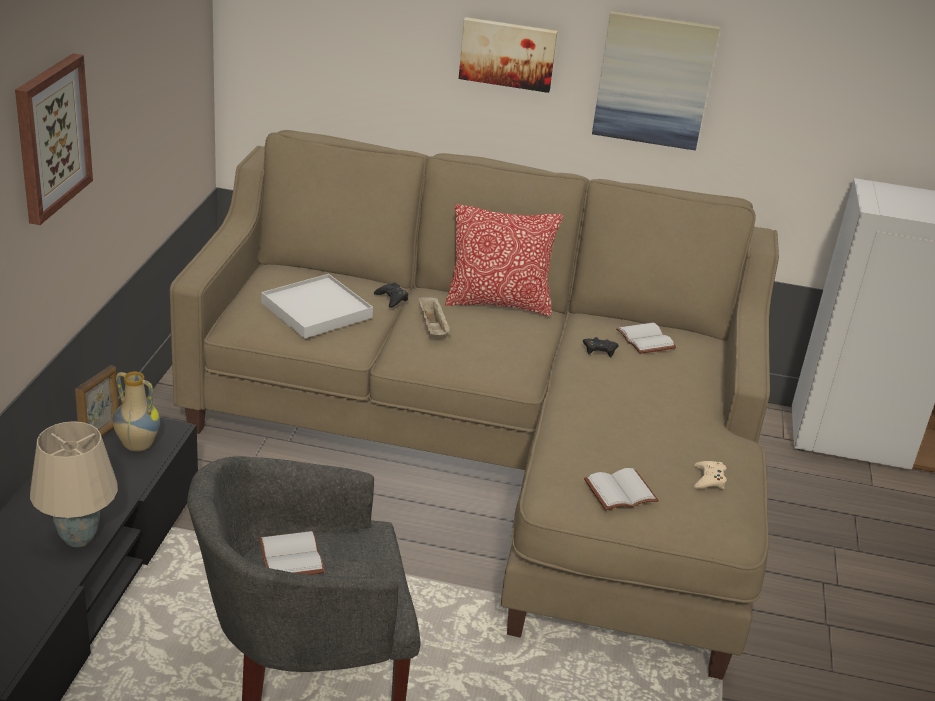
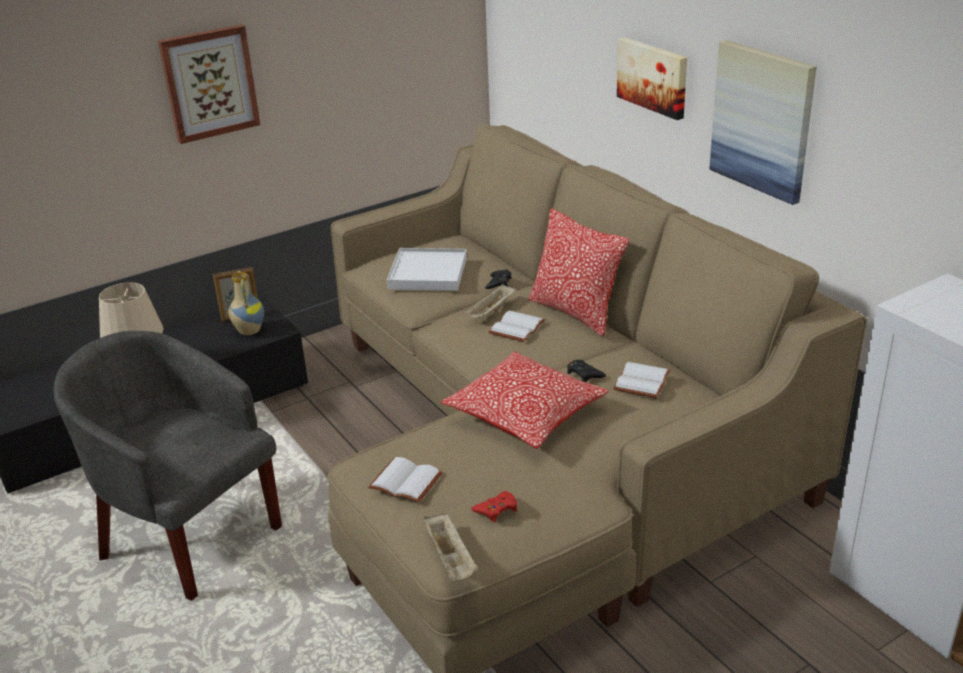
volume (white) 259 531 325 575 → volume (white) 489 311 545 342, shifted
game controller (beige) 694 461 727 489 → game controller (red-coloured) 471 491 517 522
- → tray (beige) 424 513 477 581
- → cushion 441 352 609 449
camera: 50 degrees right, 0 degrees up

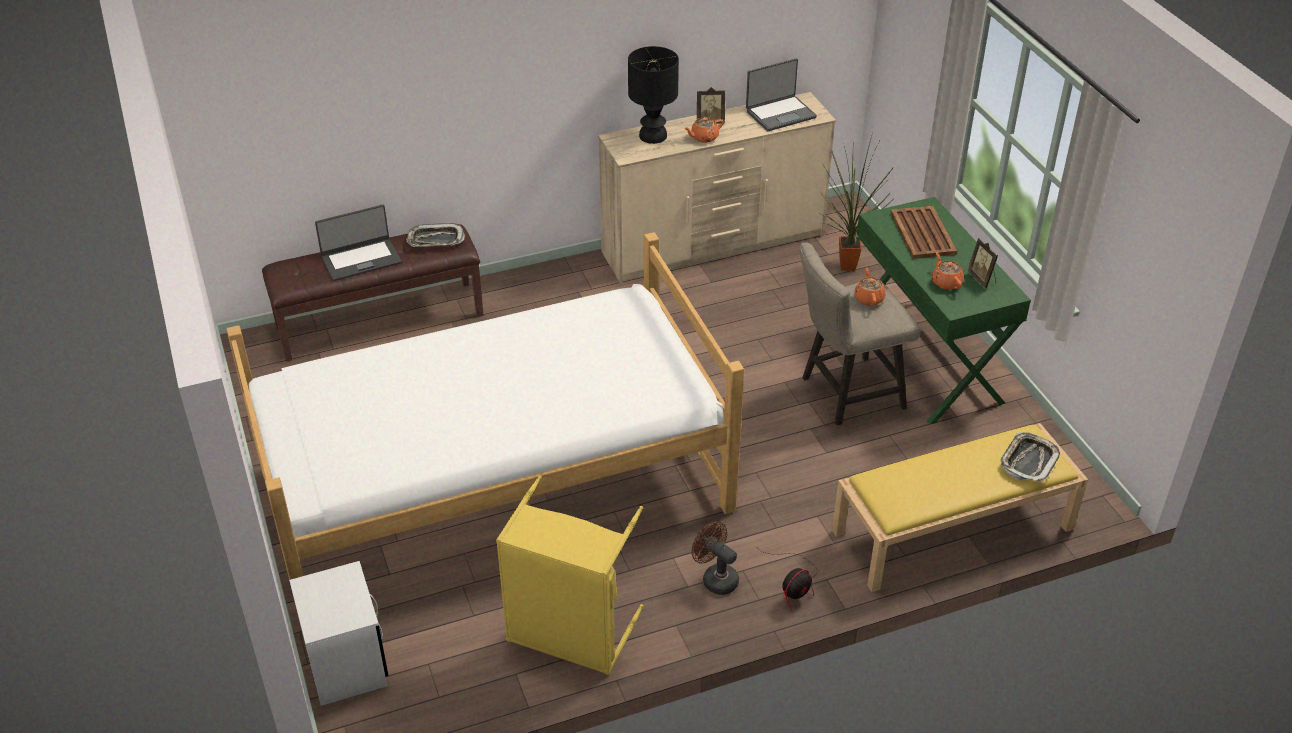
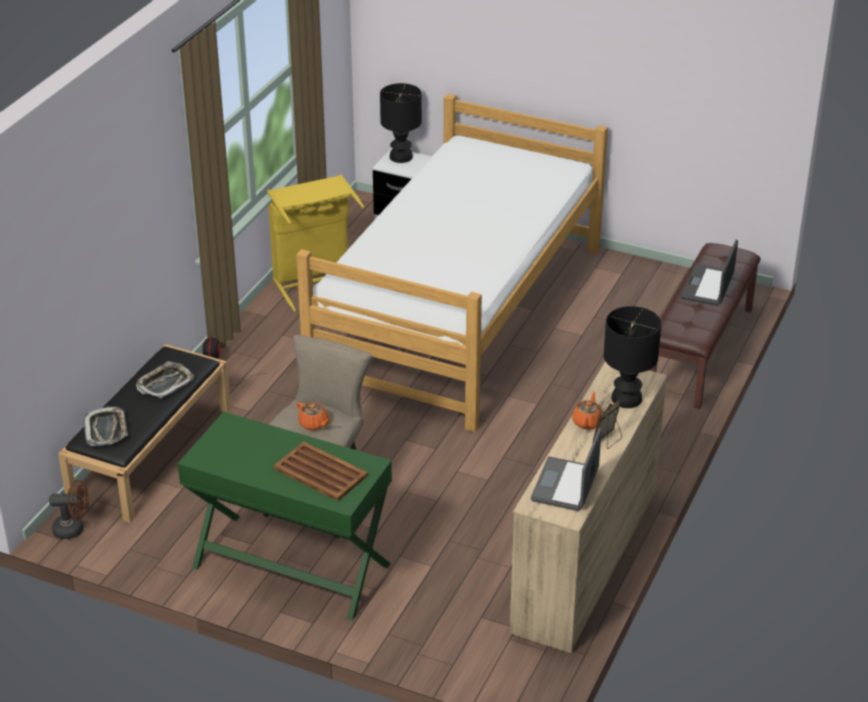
tray 406 223 465 247 → tray 136 361 194 398, shifted
electric fan (brownish) 691 521 739 595 → electric fan (brownish) 49 480 89 539, shifted
potted plant 819 133 894 271 → -
long seat (yellow-coloured) 832 423 1088 592 → long seat (black-coloured) 58 344 231 523
pot for tea (orange-coloured) 932 252 964 290 → -
picture frame 967 238 998 288 → -
- → tabletop lamp (black-coloured) 380 83 422 163
camera: 135 degrees right, 5 degrees down

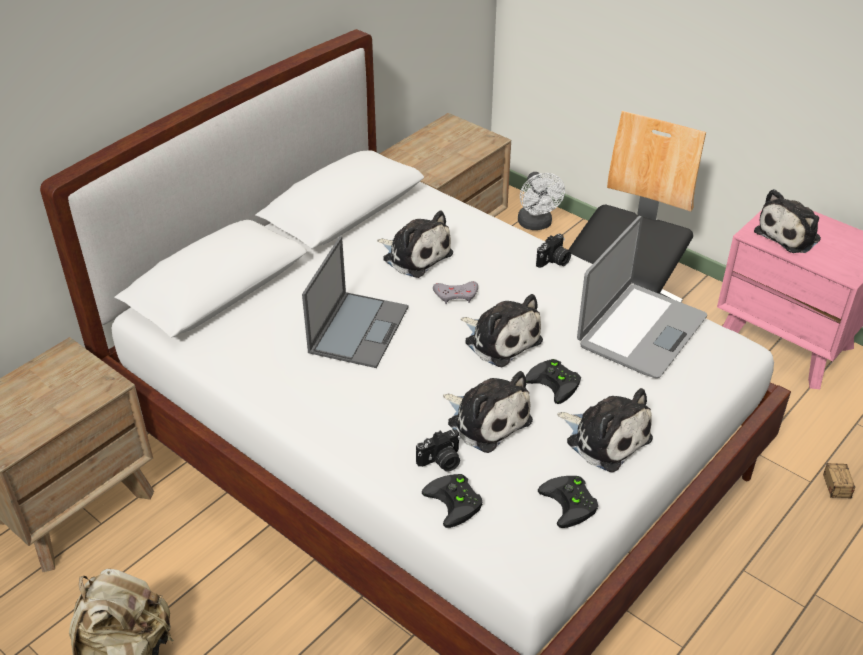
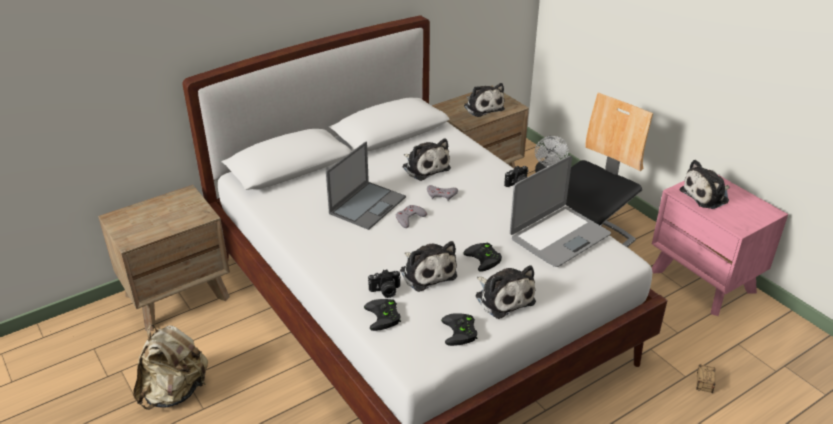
plush toy 461 294 543 367 → plush toy 464 83 505 117, shifted
- → game controller (greyish) 396 205 427 228
camera: 15 degrees right, 5 degrees down

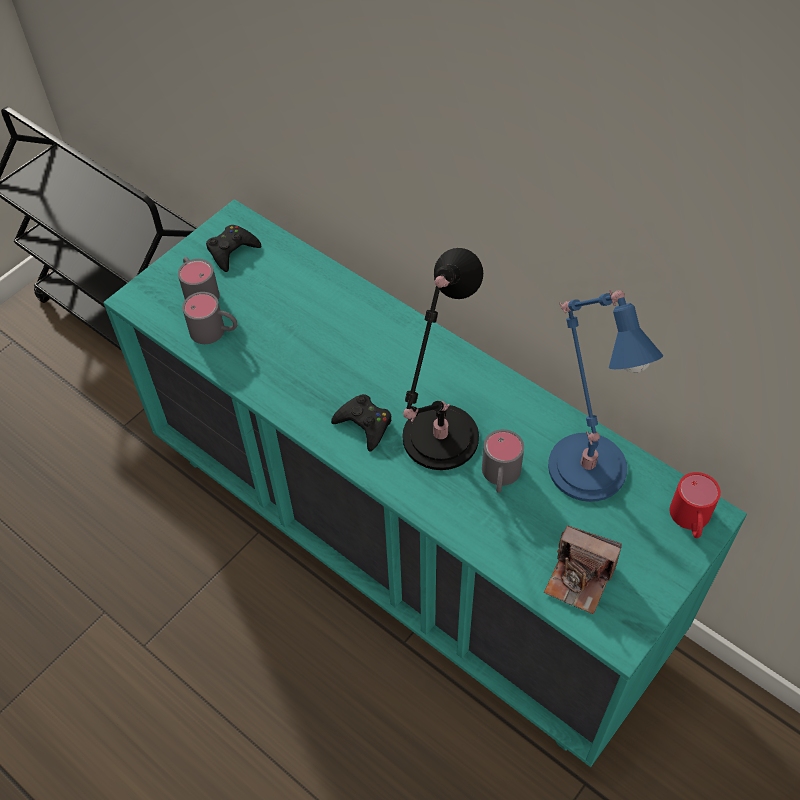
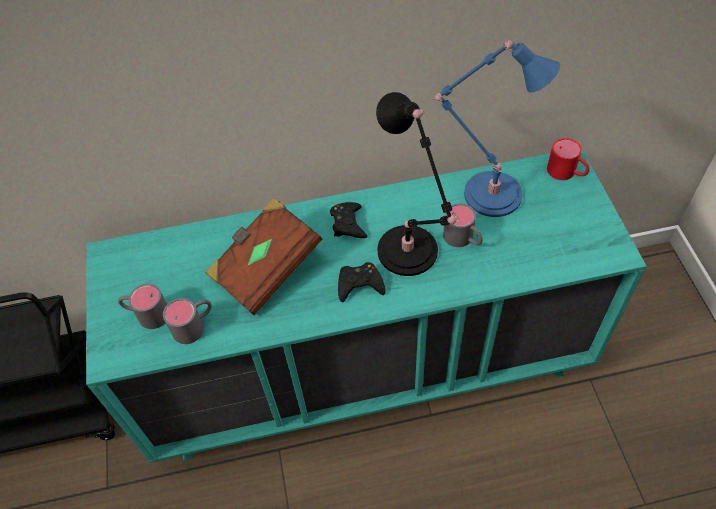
game controller (black-coloured) 206 225 261 272 → game controller (black-coloured) 330 202 367 238, shifted
still camera 544 525 622 614 → -
- → volume (brownish) 205 198 322 315
camera: 50 degrees left, 0 degrees up

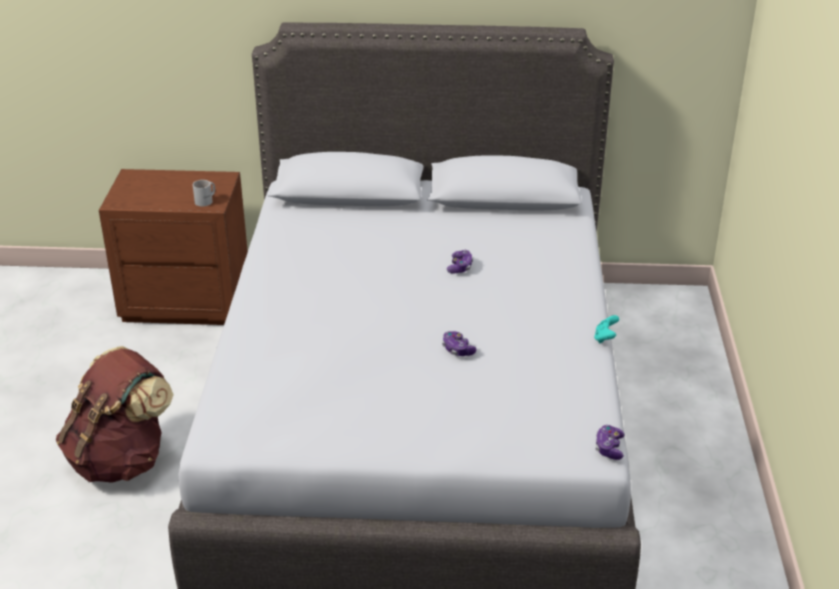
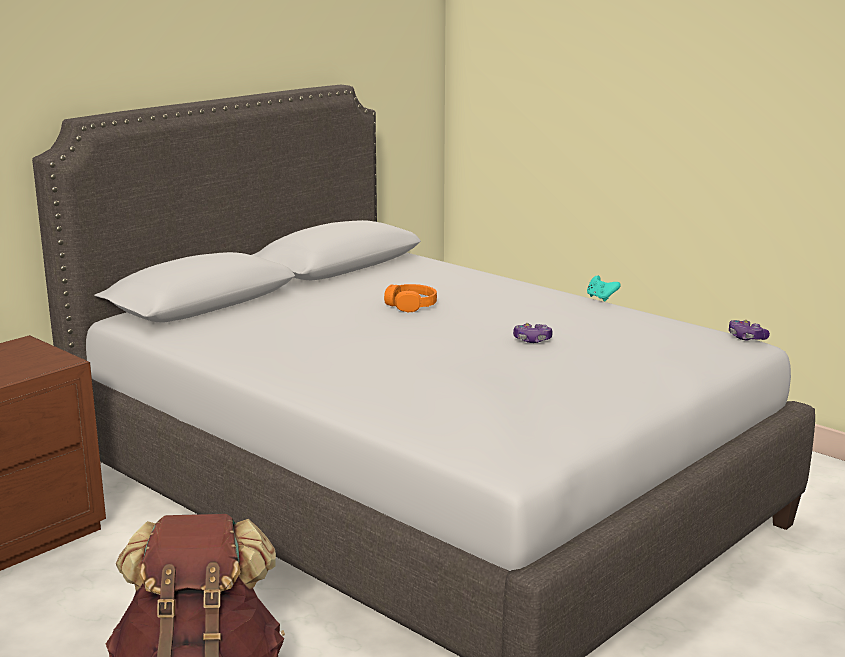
tea mug (white) 193 180 215 207 → -
game controller 447 250 473 274 → headset (orange-coloured) 384 284 437 312
camera: 50 degrees left, 15 degrees down

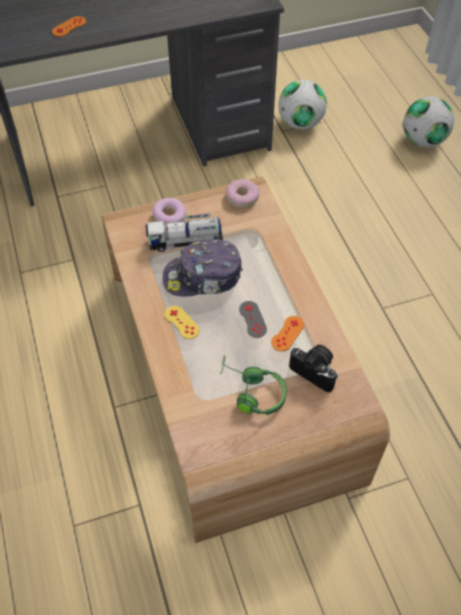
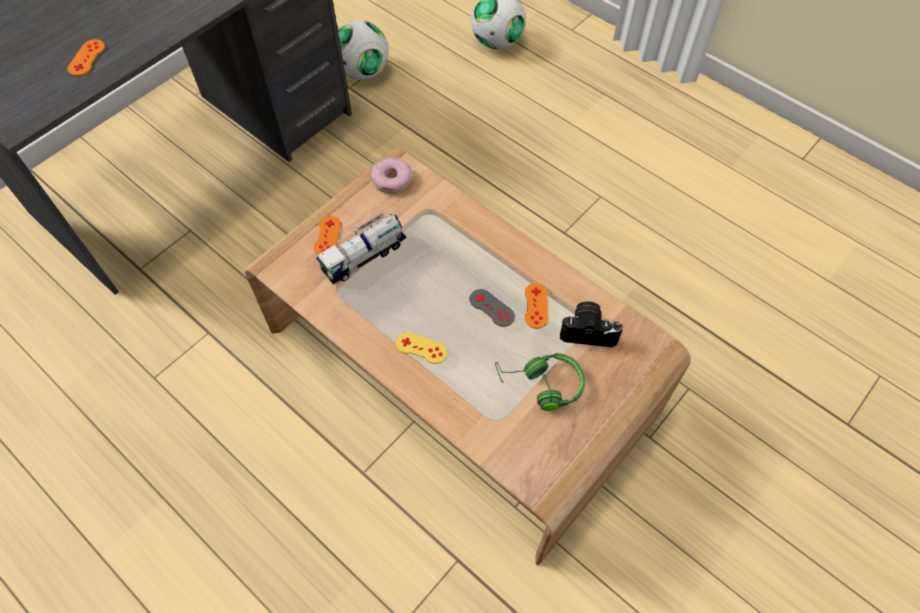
donut 152 198 186 226 → game controller (orange-coloured) 314 216 341 255
baseball cap 163 239 243 297 → -
camera: 30 degrees left, 5 degrees up

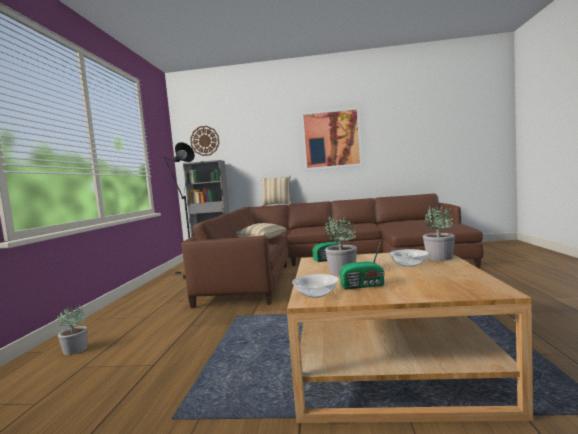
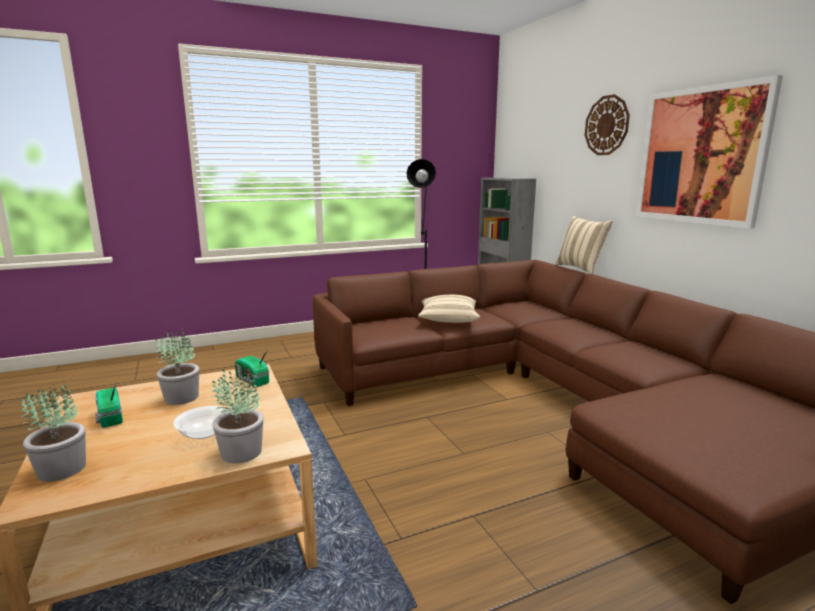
potted plant 57 305 88 355 → potted plant 20 384 86 482, shifted
clock on the wall 190 126 219 156 → clock on the wall 585 94 630 155, shifted
serving bowl 292 274 339 298 → -
camera: 60 degrees right, 10 degrees up

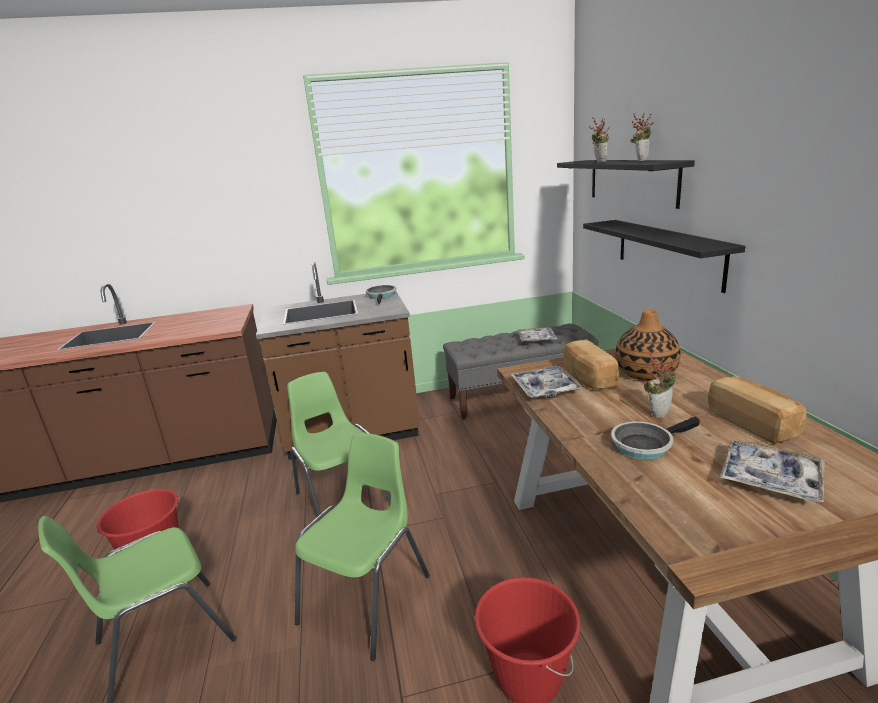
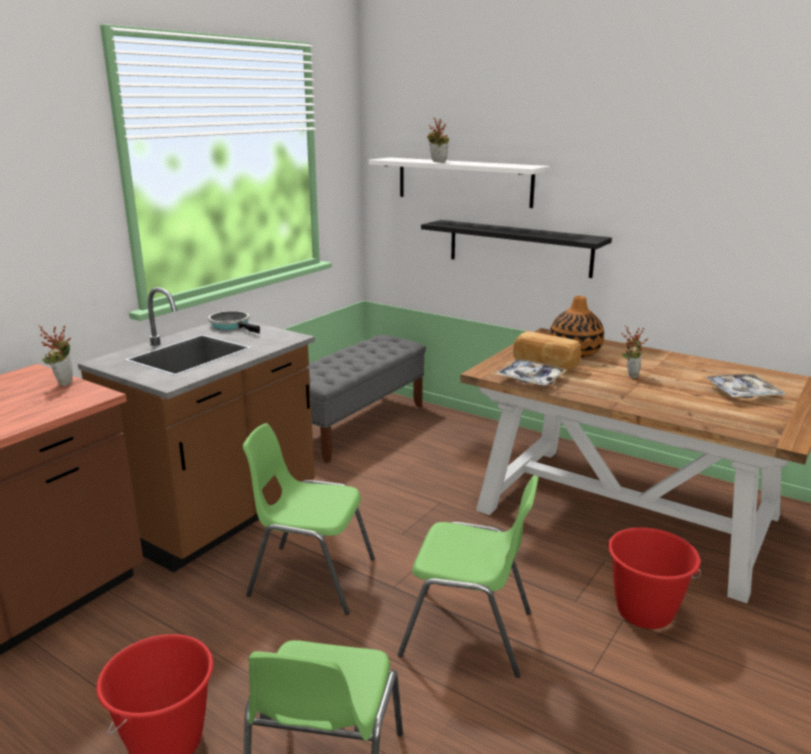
chair (green-coloured) 295 433 430 661 → chair (green-coloured) 397 475 539 678, 120 degrees clockwise
tray 517 327 557 342 → -
bracket shelf (black-coloured) 557 160 695 209 → bracket shelf (white) 368 157 550 208
frying pan 611 417 700 460 → -
potted plant 630 113 654 161 → potted plant 39 325 73 386, shifted
baked bread 708 376 807 444 → -
camera: 45 degrees left, 0 degrees up

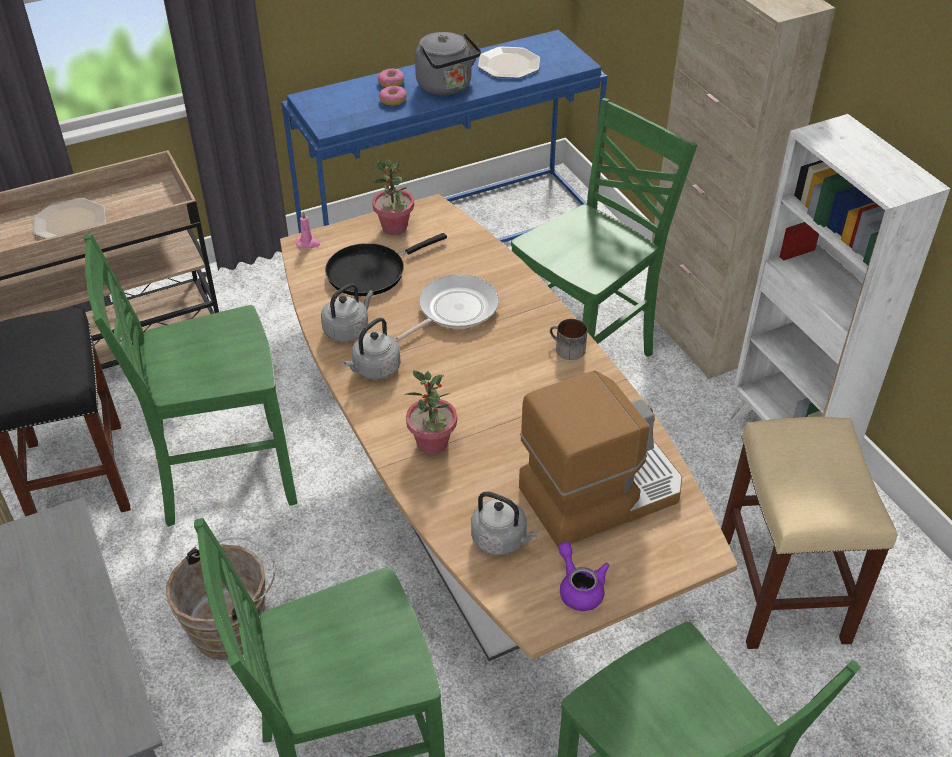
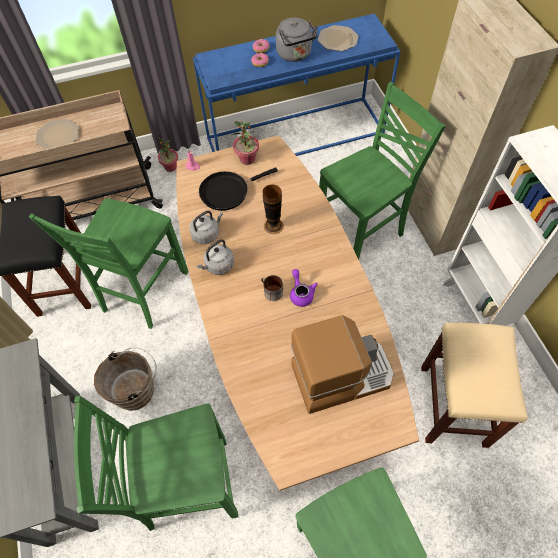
chair (green-coloured) 84 234 297 527 → chair (green-coloured) 29 198 188 329, 60 degrees counterclockwise
frying pan 394 274 499 342 → vase 263 184 284 234
potted plant 404 370 457 455 → potted plant 156 138 178 172, shifted
water kettle (greyish) 471 491 538 555 → -
tea mug 550 319 587 360 → tea mug 261 275 283 301, shifted
pot for tea (purple-coloured) 558 542 609 611 → pot for tea (purple-coloured) 290 269 318 307, shifted
camera: 10 degrees right, 15 degrees up

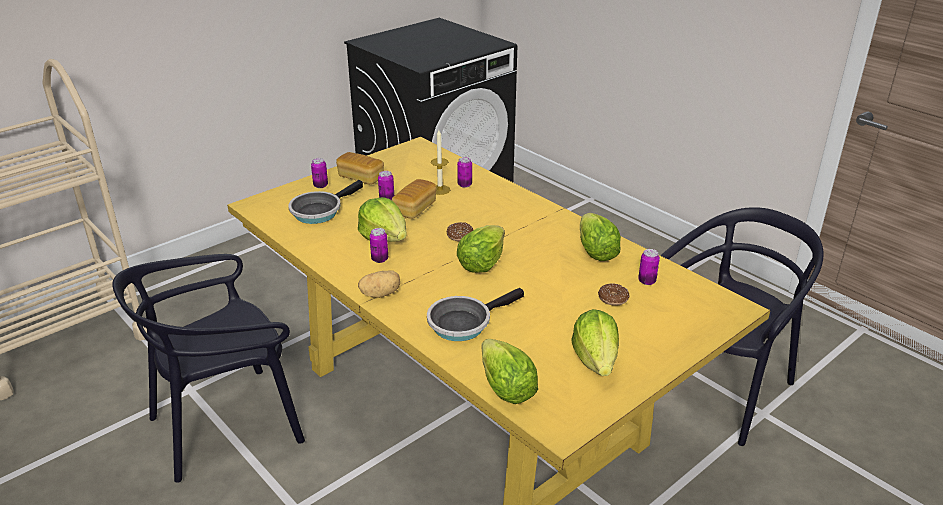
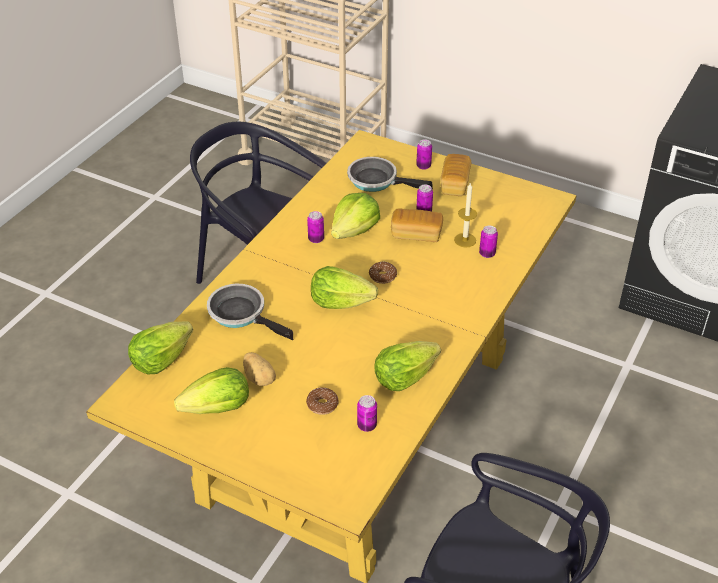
potato 358 271 400 298 → potato 243 352 276 386, shifted
camera: 70 degrees right, 10 degrees up

